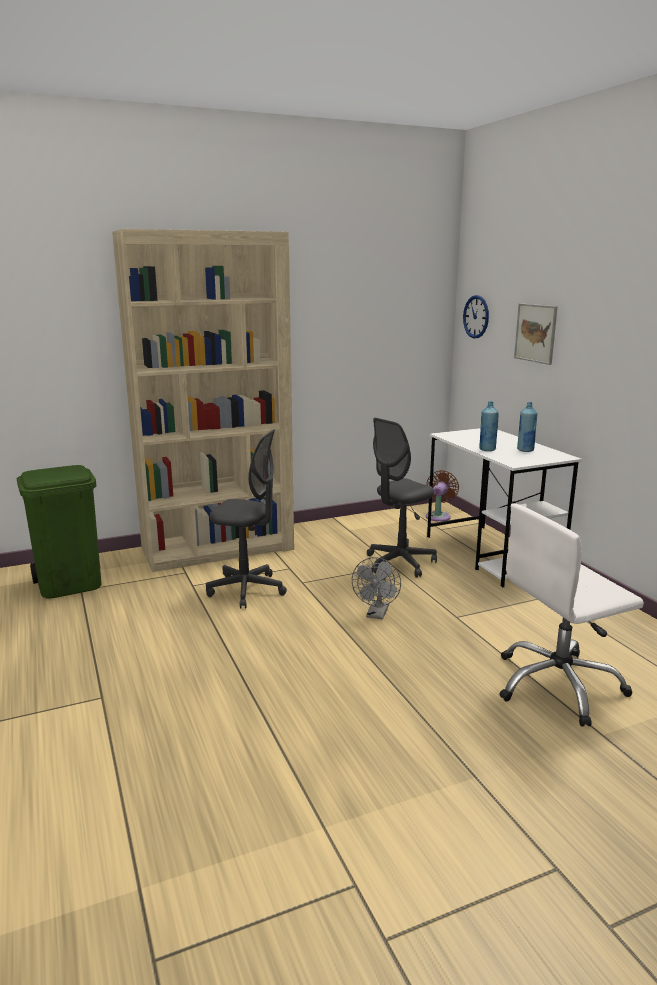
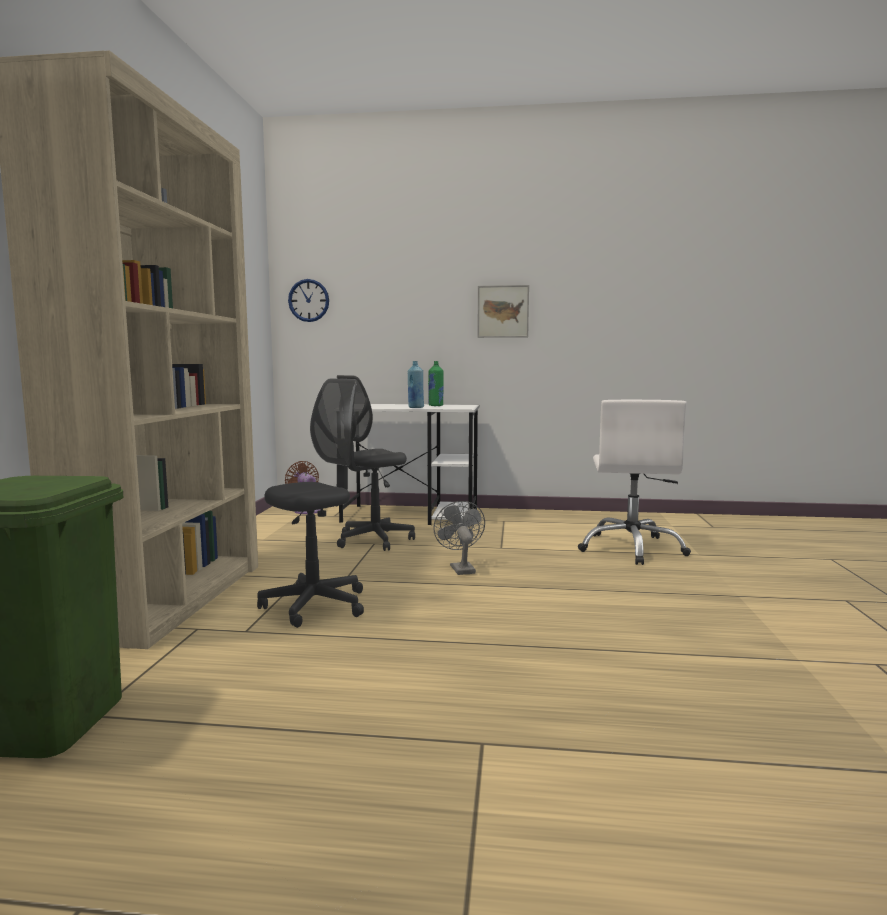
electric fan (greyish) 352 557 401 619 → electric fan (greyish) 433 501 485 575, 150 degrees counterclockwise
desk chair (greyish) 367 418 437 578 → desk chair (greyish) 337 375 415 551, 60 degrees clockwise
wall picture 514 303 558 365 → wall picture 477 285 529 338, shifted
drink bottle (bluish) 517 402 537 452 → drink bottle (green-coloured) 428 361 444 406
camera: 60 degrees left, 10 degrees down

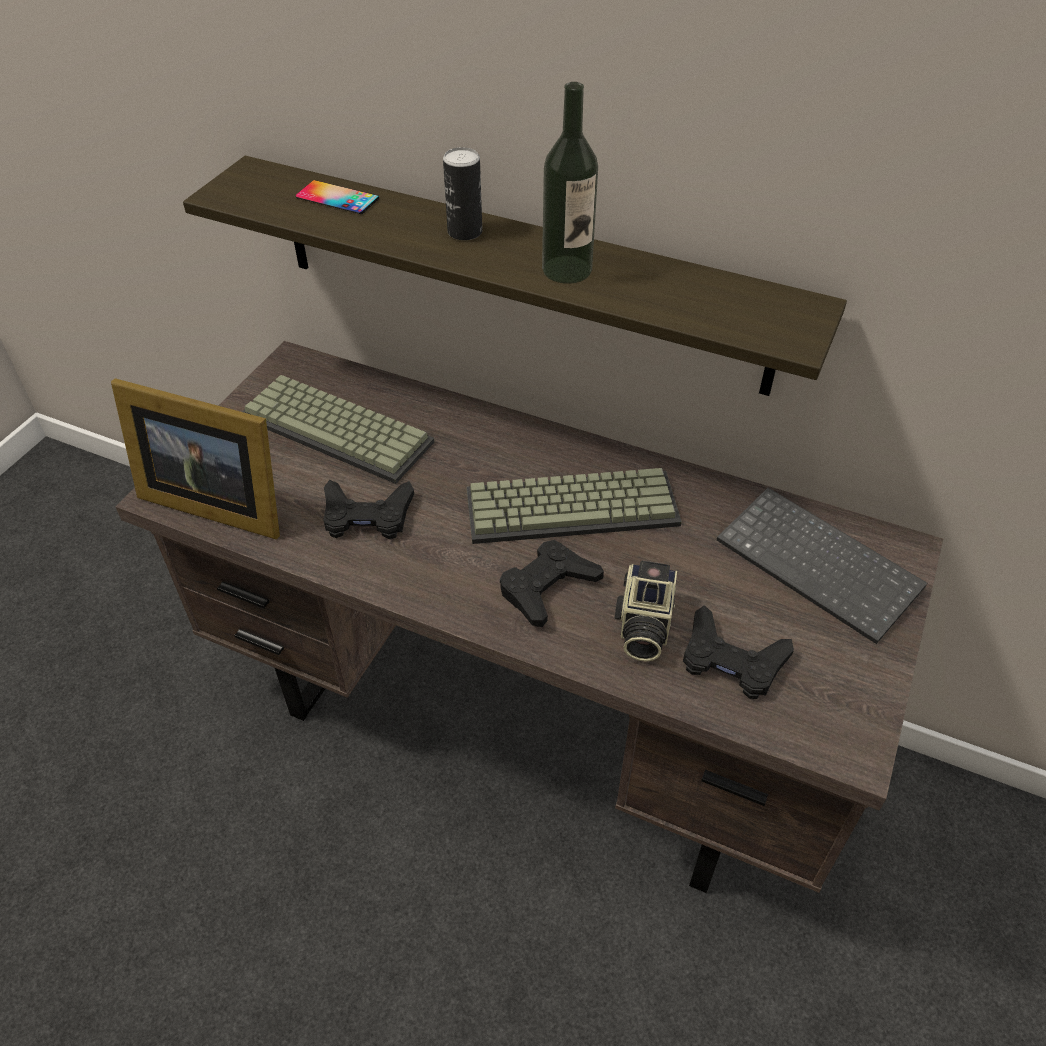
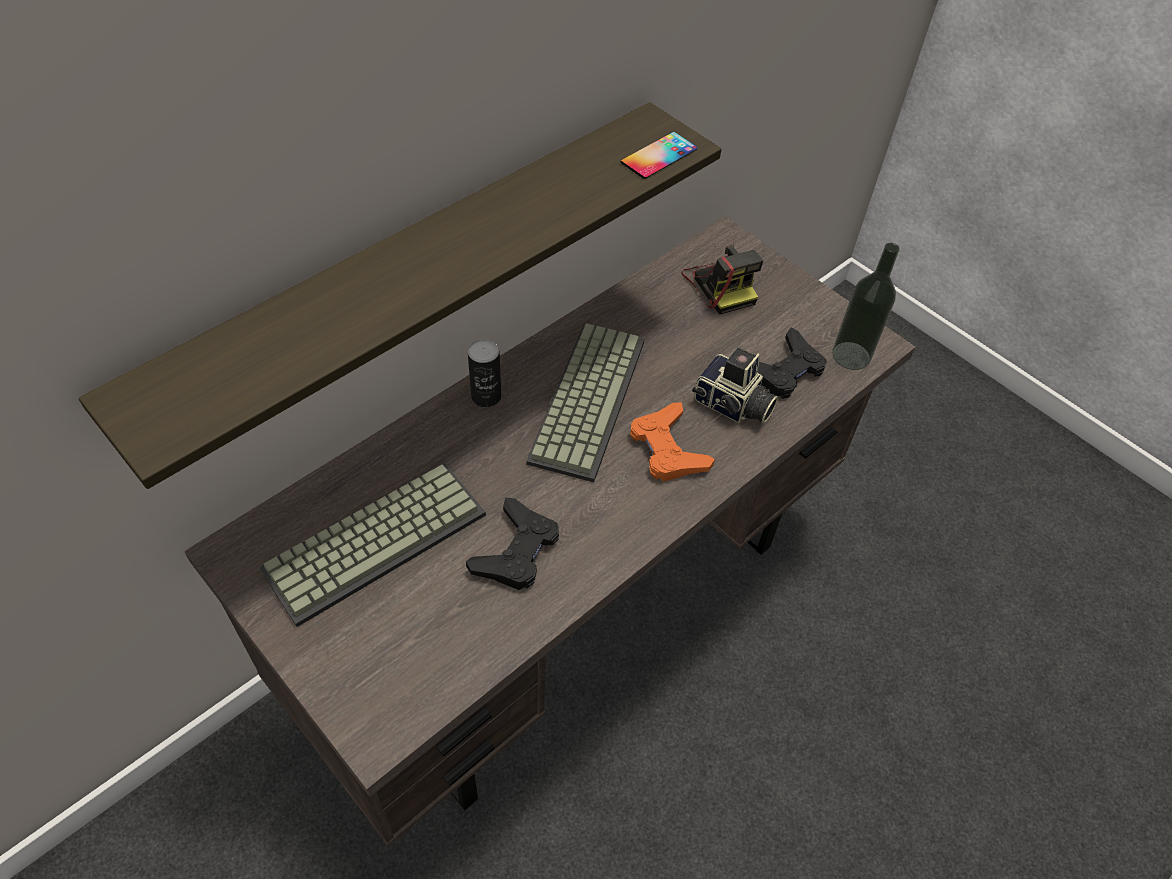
picture frame 111 378 280 539 → -
phone 296 180 379 214 → phone 621 132 697 179, shifted
metal can 443 147 482 240 → metal can 468 339 501 407, shifted
game controller (black-coloured) 500 540 604 627 → game controller (orange-coloured) 630 402 715 481
drink bottle 542 82 598 284 → drink bottle 832 243 900 370, shifted
PC keyboard 717 488 927 644 → still camera 682 245 763 315
camera: 70 degrees left, 5 degrees up

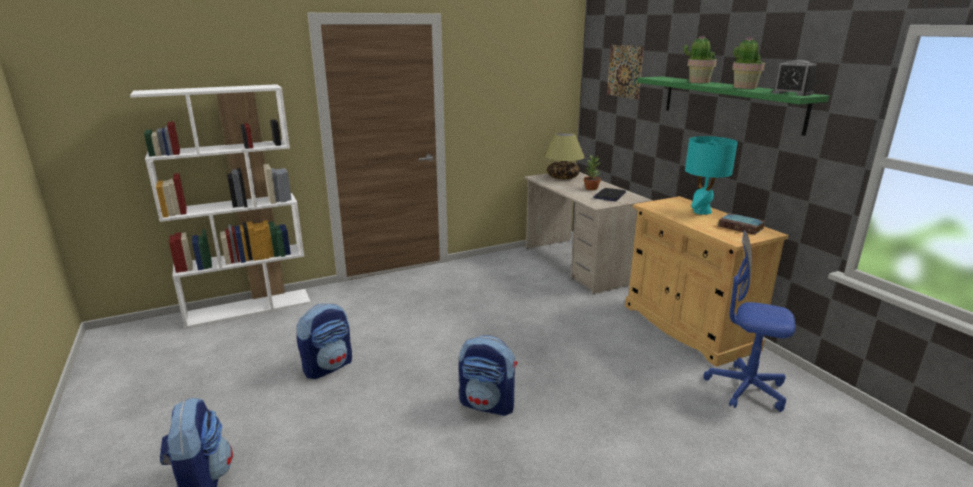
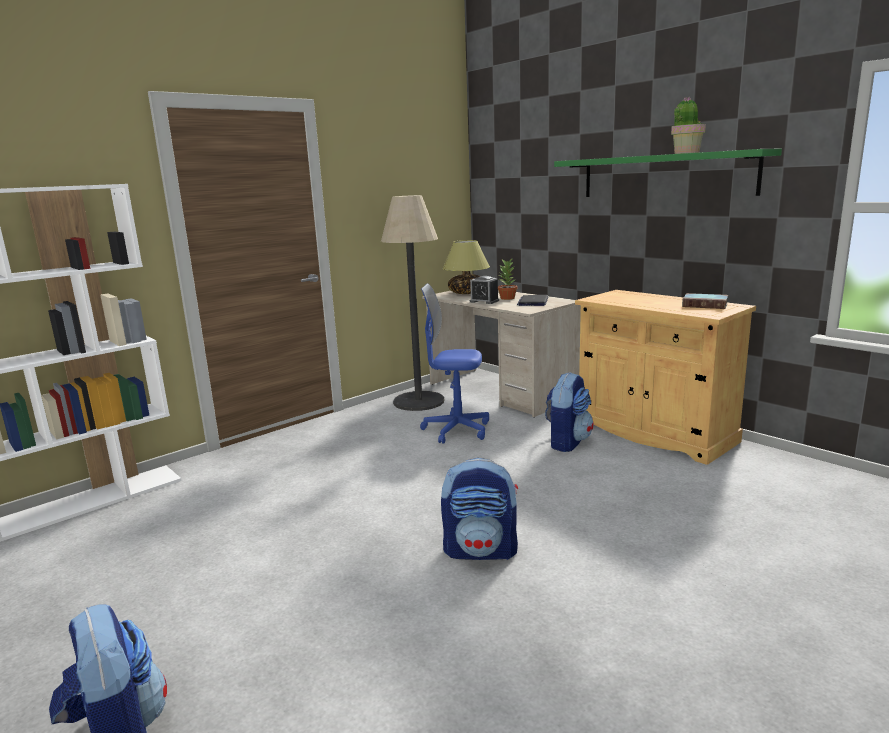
backpack 296 303 352 379 → backpack 545 372 594 452, shifted
wall picture 607 45 644 100 → -
potted plant 683 35 717 83 → -
tabletop lamp (turquoise-coloured) 685 136 738 215 → -
desk chair (bluish) 703 230 795 412 → desk chair (bluish) 420 283 489 444, shifted
table clock 772 60 817 96 → table clock 470 276 499 304, shifted
- → standard lamp 381 195 444 411
camera: 15 degrees left, 5 degrees down

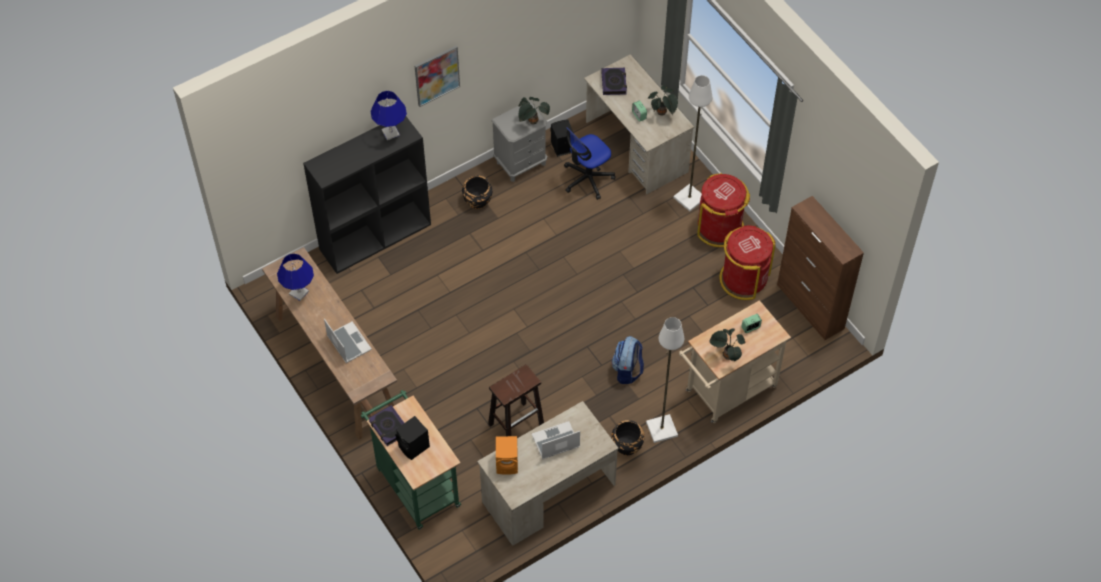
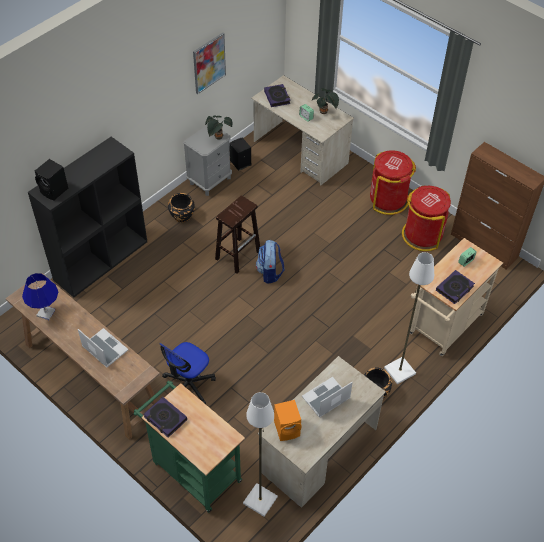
tabletop lamp (bluish) 371 91 407 140 → -
audio speaker (black-coloured) 395 416 430 460 → audio speaker (black-coloured) 35 159 68 200, shifted
wall picture 415 46 460 107 → wall picture 193 33 226 94, shifted
sitting stool (brownish) 488 364 544 436 → sitting stool (brownish) 215 195 260 274, shifted
desk chair 564 127 616 200 → desk chair 159 342 216 404, shifted
backpack 611 336 644 384 → backpack 256 240 285 284, shifted
standard lamp (white) 673 75 712 211 → standard lamp (white) 243 392 278 517, shifted
potted plant 709 328 745 362 → volume 436 270 475 304
camera: 15 degrees left, 5 degrees down

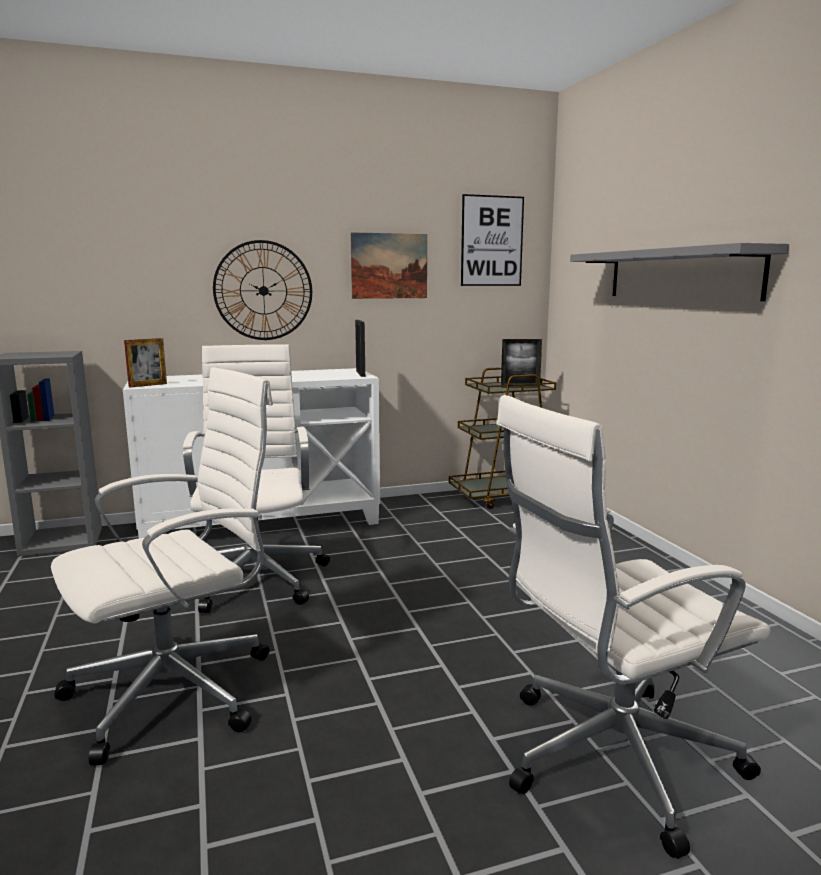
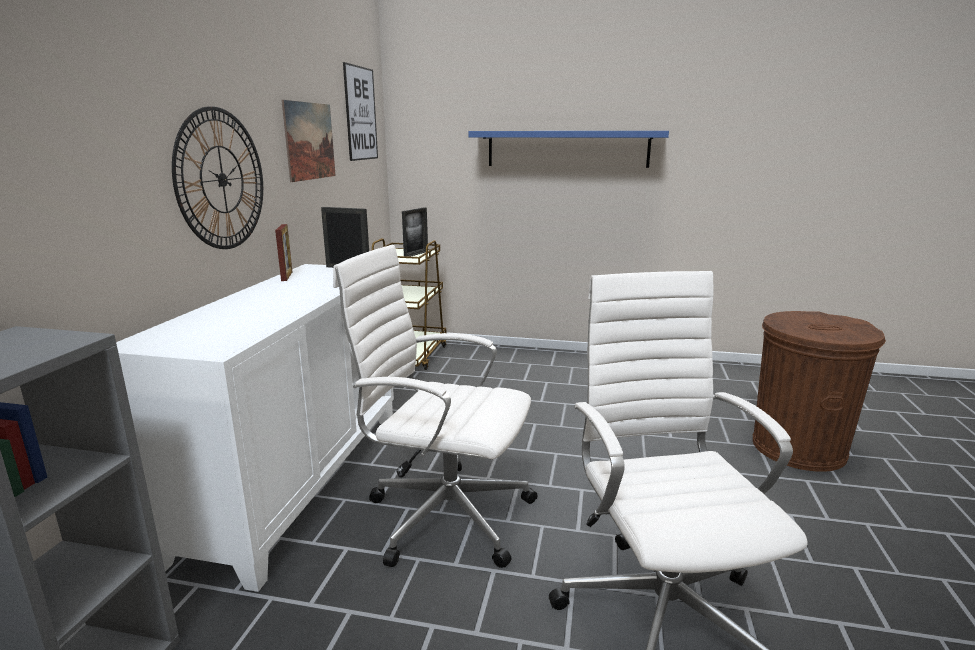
picture frame 124 338 167 388 → picture frame 275 224 292 281, shifted
desk chair (white) 497 395 771 859 → trash can (brownish) 753 311 886 472
bracket shelf (greyish) 570 243 789 301 → bracket shelf (bluish) 469 131 669 168
camera: 60 degrees left, 5 degrees up

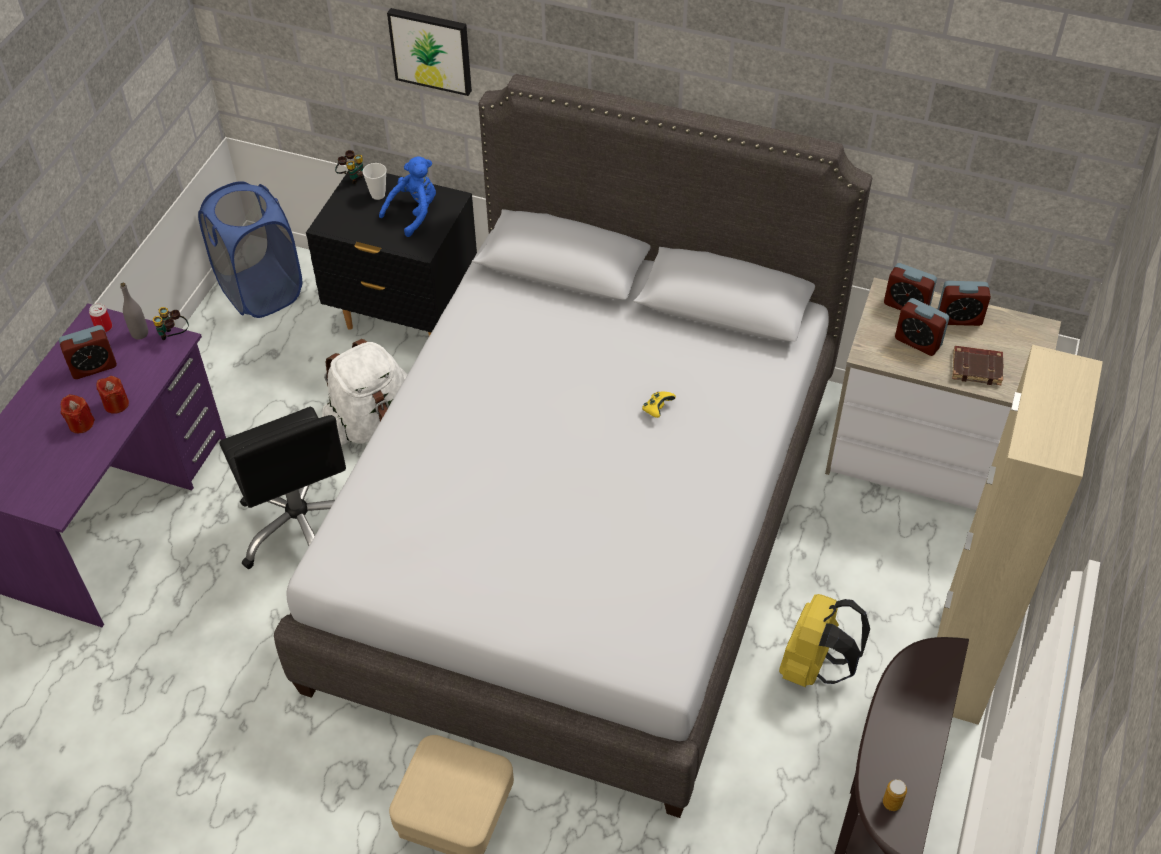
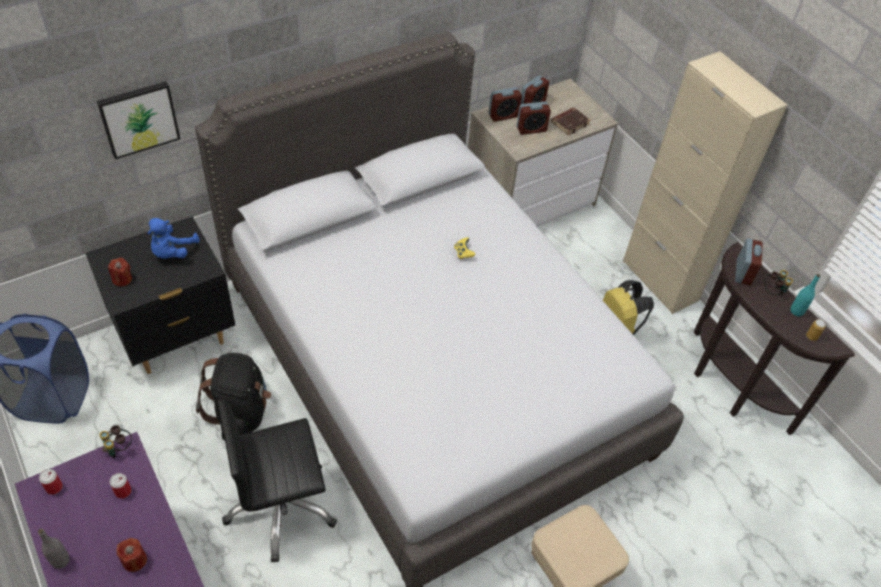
table clock 59 325 117 379 → table clock 735 238 763 286, shifted
candle (red-coloured) 97 376 129 414 → candle (red-coloured) 108 258 132 286, shifted
drink bottle (greyish) 120 283 148 340 → drink bottle (greyish) 38 529 70 569, shifted
desk chair (black-coloured) 219 407 346 569 → desk chair (black-coloured) 217 399 337 562, 150 degrees clockwise
backpack (white) 322 339 408 446 → backpack (black-coloured) 196 353 272 441
binoculars 335 150 363 184 → binoculars 764 270 793 295, shifted
small cup 363 163 387 200 → -
plush toy (bluish) 379 156 436 237 → plush toy (bluish) 148 218 200 259, 150 degrees counterclockwise
- → metal can 110 473 132 499
- → drink bottle (turquoise-coloured) 790 274 820 316
camera: 55 degrees left, 0 degrees up

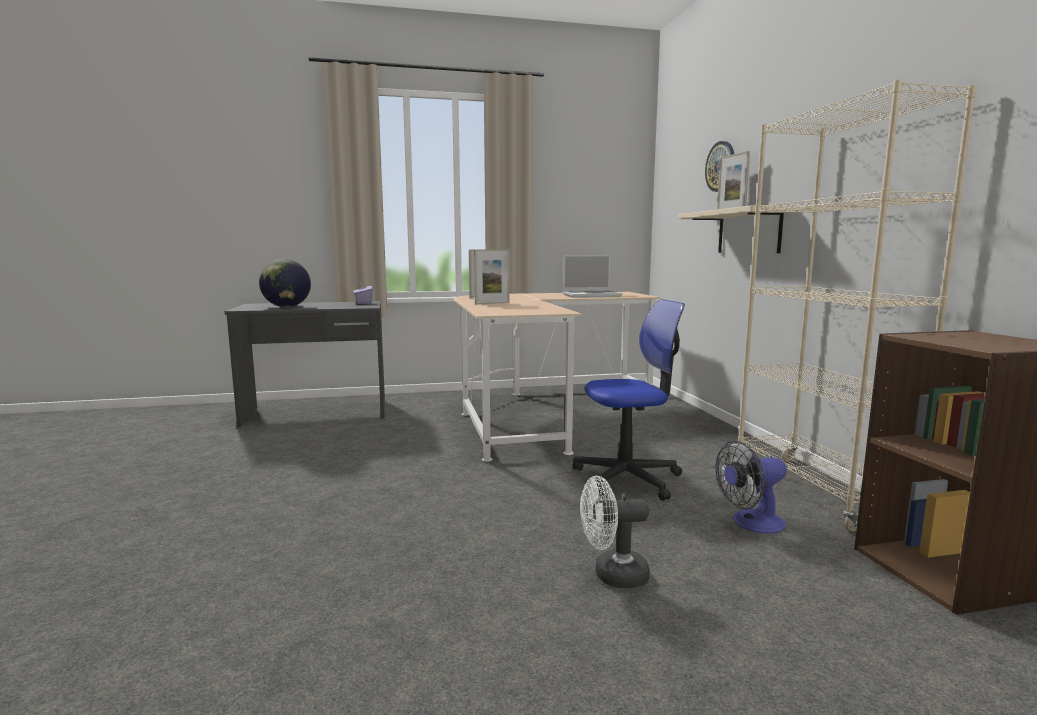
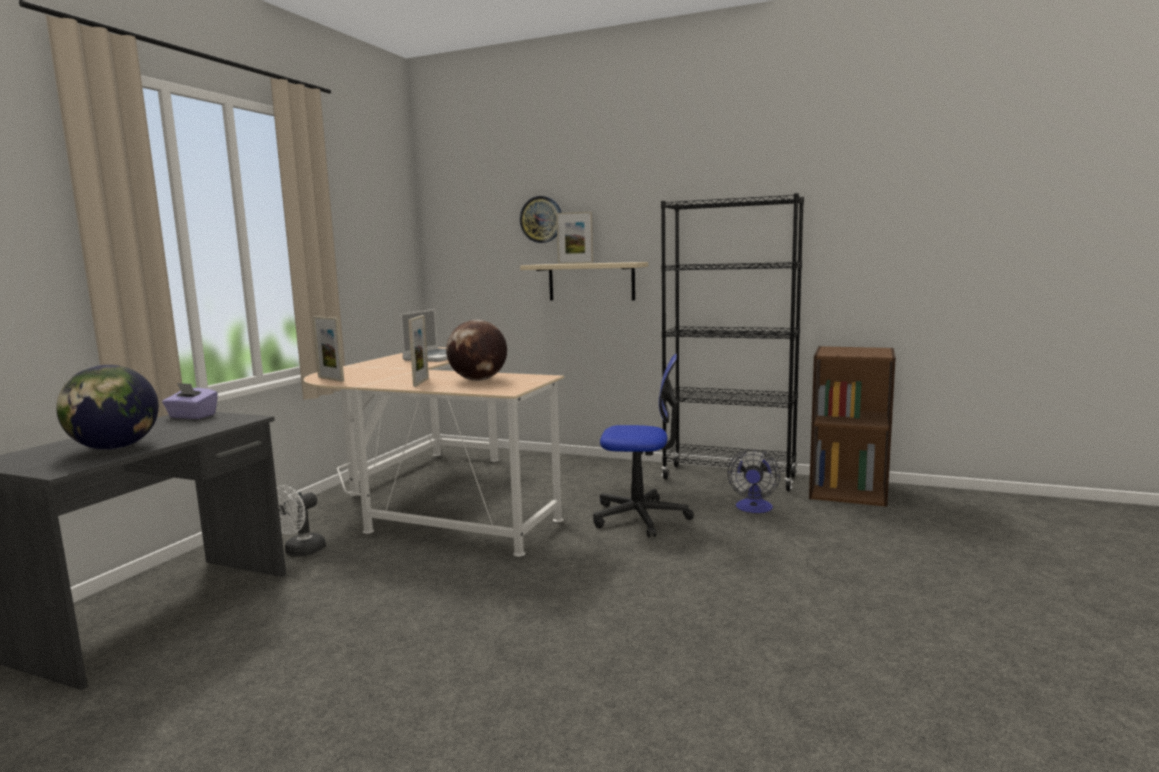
desk chair 573 299 685 501 → desk chair 593 354 694 538, 75 degrees clockwise
electric fan (white) 580 476 650 588 → electric fan (white) 276 485 326 556, shifted
bookshelf (beige) 738 79 977 531 → bookshelf (black-coloured) 661 193 804 491
- → globe 446 320 507 381
camera: 55 degrees left, 0 degrees up

